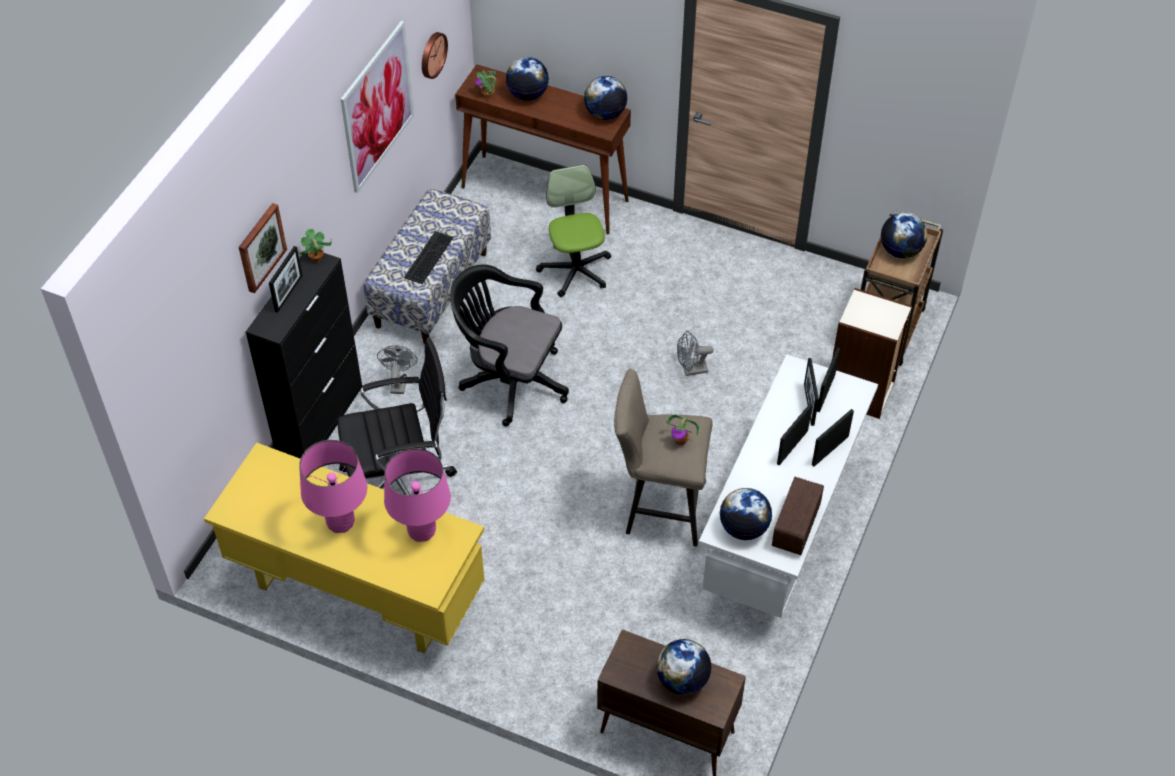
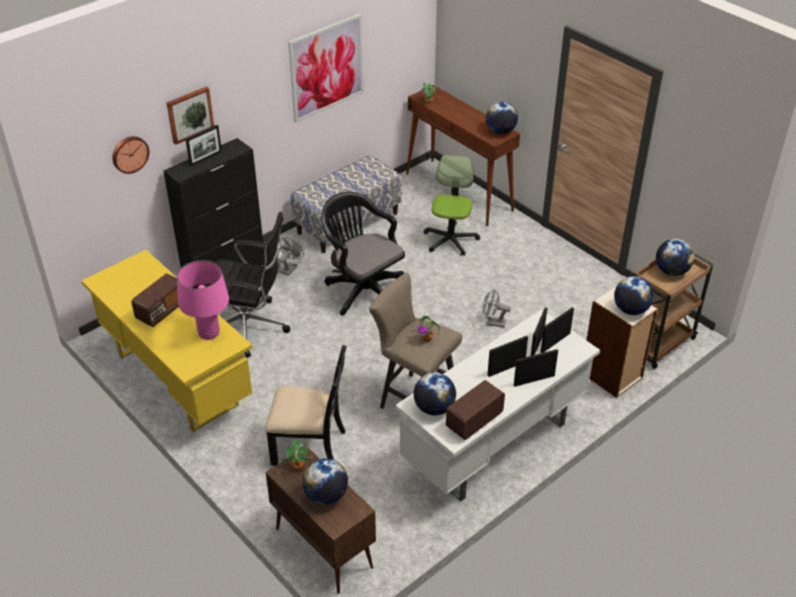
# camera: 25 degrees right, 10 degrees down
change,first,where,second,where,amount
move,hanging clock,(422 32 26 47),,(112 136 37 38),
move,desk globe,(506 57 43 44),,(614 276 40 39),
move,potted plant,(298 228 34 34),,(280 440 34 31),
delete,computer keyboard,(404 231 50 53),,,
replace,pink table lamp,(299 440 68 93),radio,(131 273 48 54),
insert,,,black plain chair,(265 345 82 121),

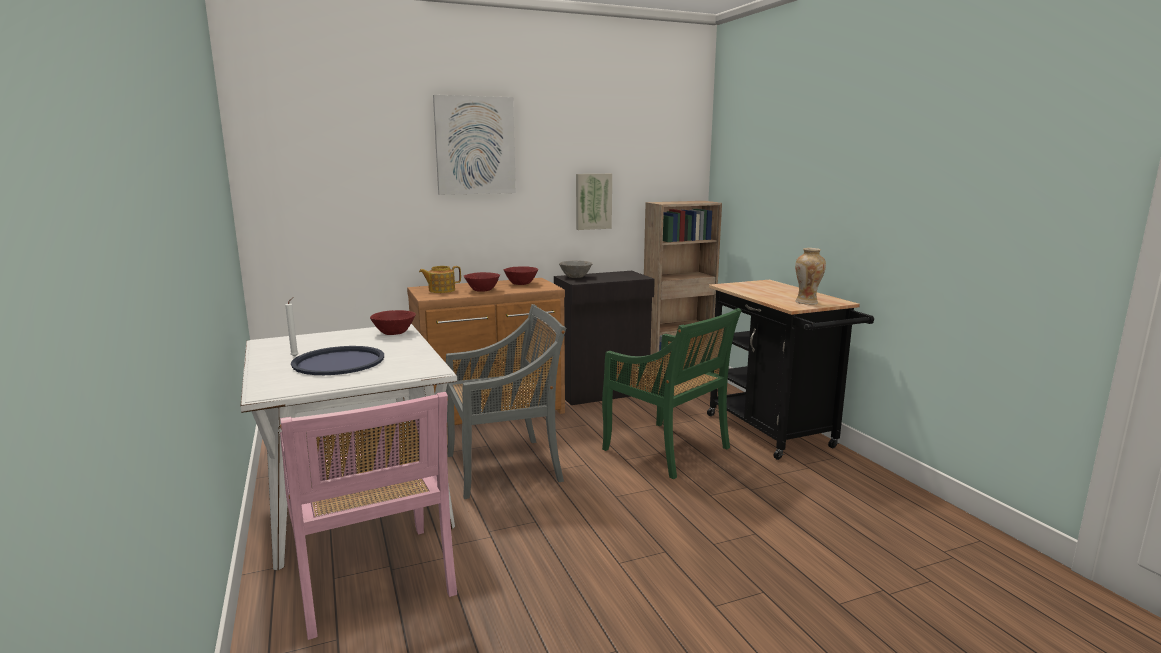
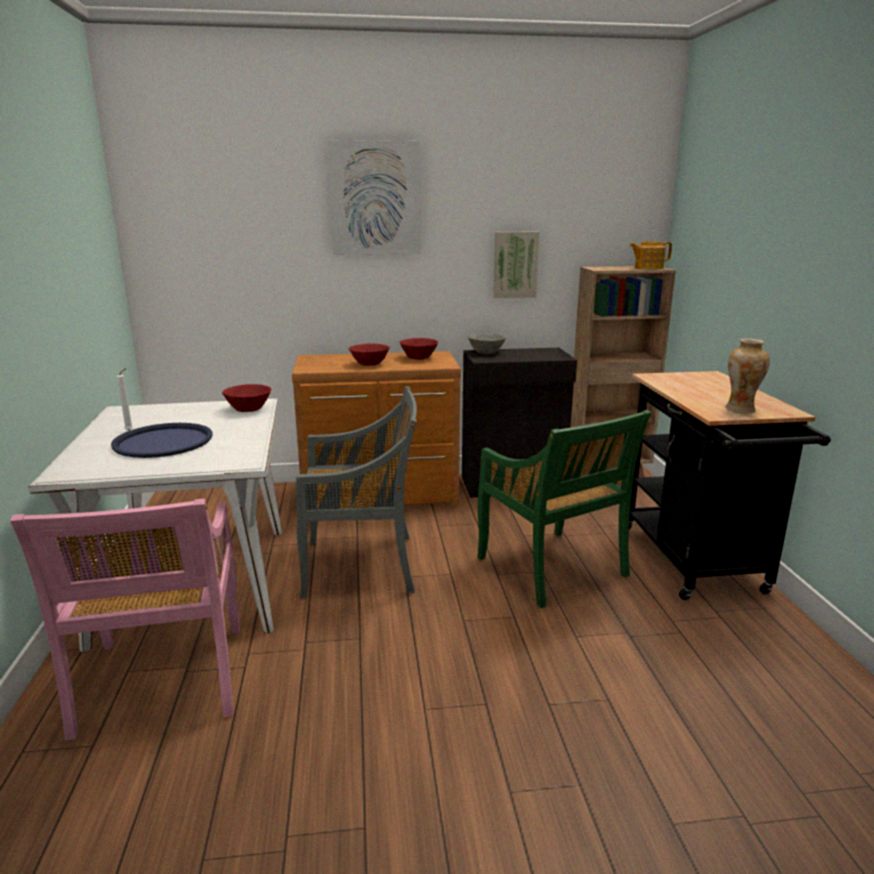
# camera: 15 degrees right, 5 degrees up
change,first,where,second,where,amount
move,teapot,(419 266 42 27),,(629 241 43 28),

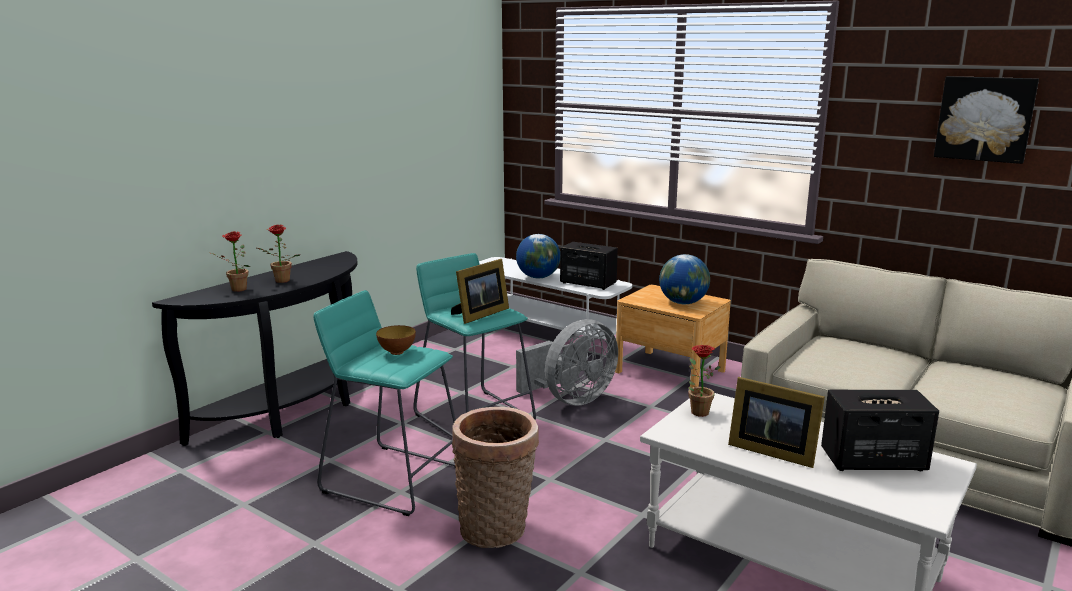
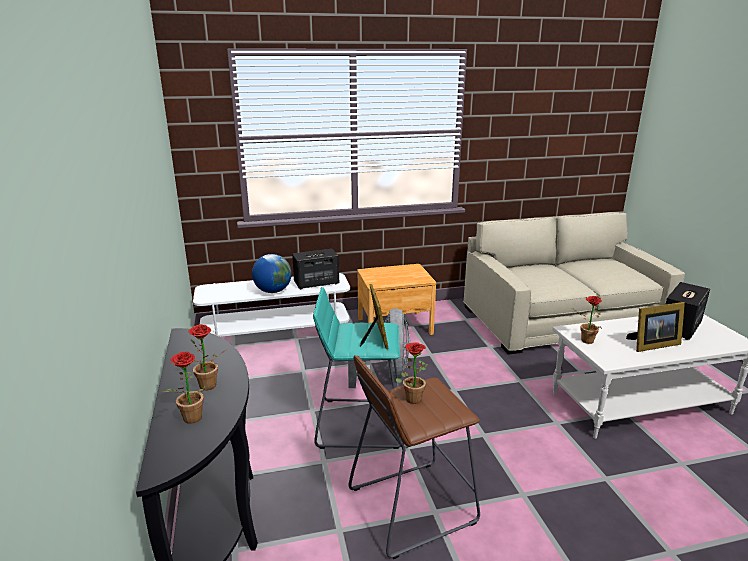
# camera: 50 degrees left, 5 degrees up
change,first,where,second,where,amount
delete,picture,(934 76 105 88),,,
delete,desk globe,(659 254 51 50),,,
recolor,turquoise stool,(313 290 143 226),brown stool,(348 355 132 204),
replace,deep dish,(376 325 40 30),potted plant,(395 343 33 61),
delete,basket,(452 407 87 141),,,

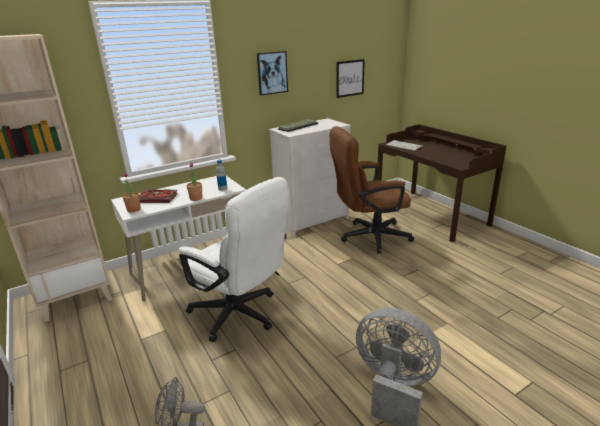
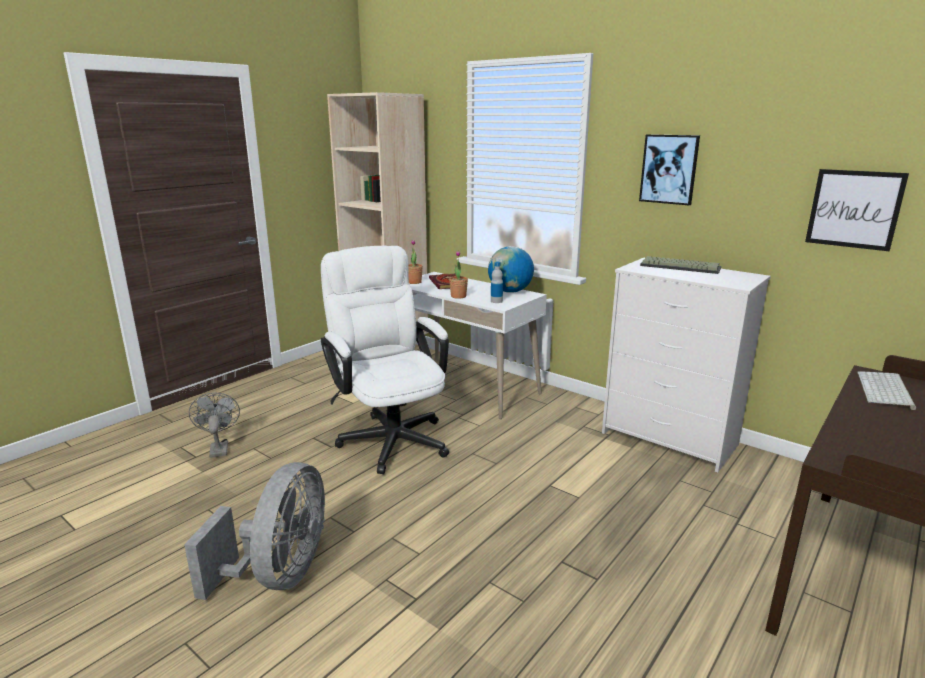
# camera: 70 degrees right, 5 degrees down
change,first,where,second,where,amount
delete,brown office chair,(330 126 84 127),,,
rotate,whitish office chair,(179 177 110 165),,(321 246 128 228),135 degrees clockwise
insert,,,desk globe,(488 246 46 47),

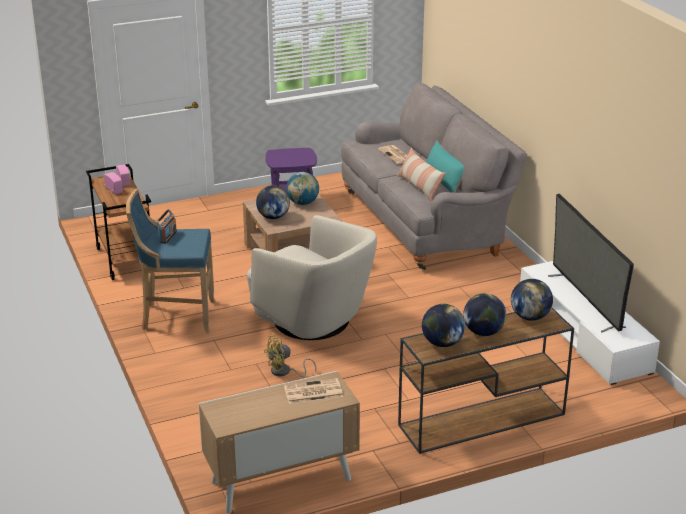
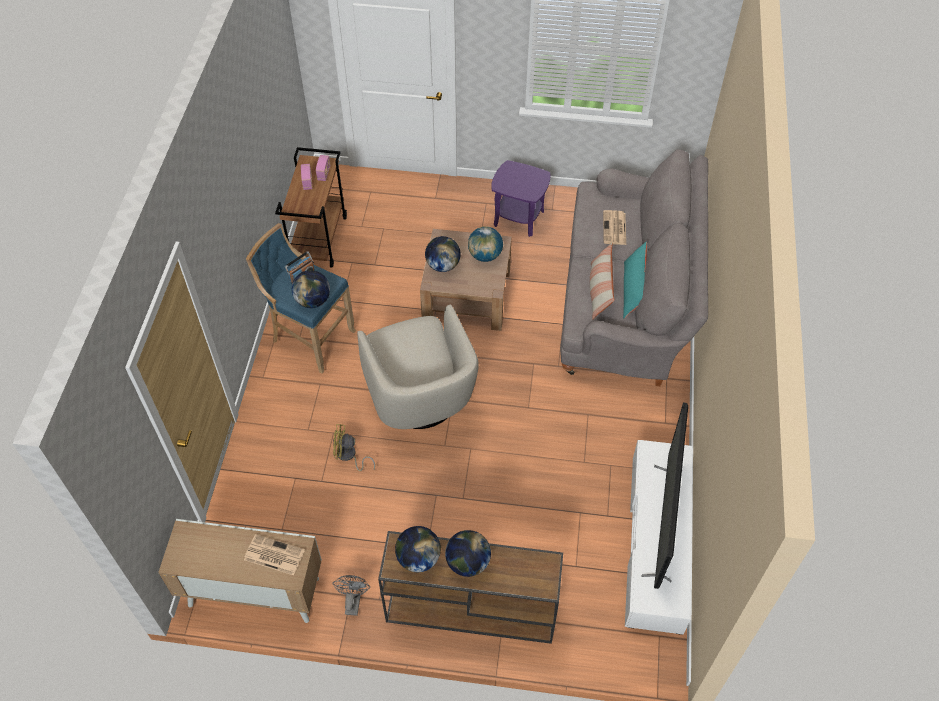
# camera: 30 degrees right, 25 degrees up
change,first,where,second,where,amount
move,desk globe,(511 279 42 42),,(292 270 38 38),
insert,,,gray cooling fan,(332 575 38 41),

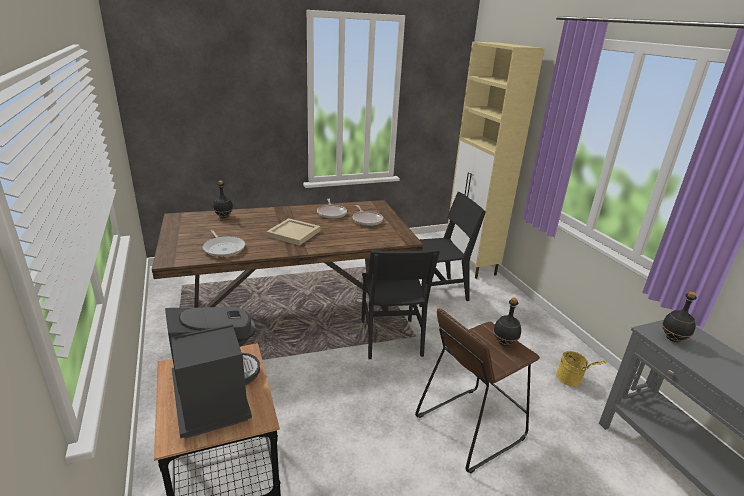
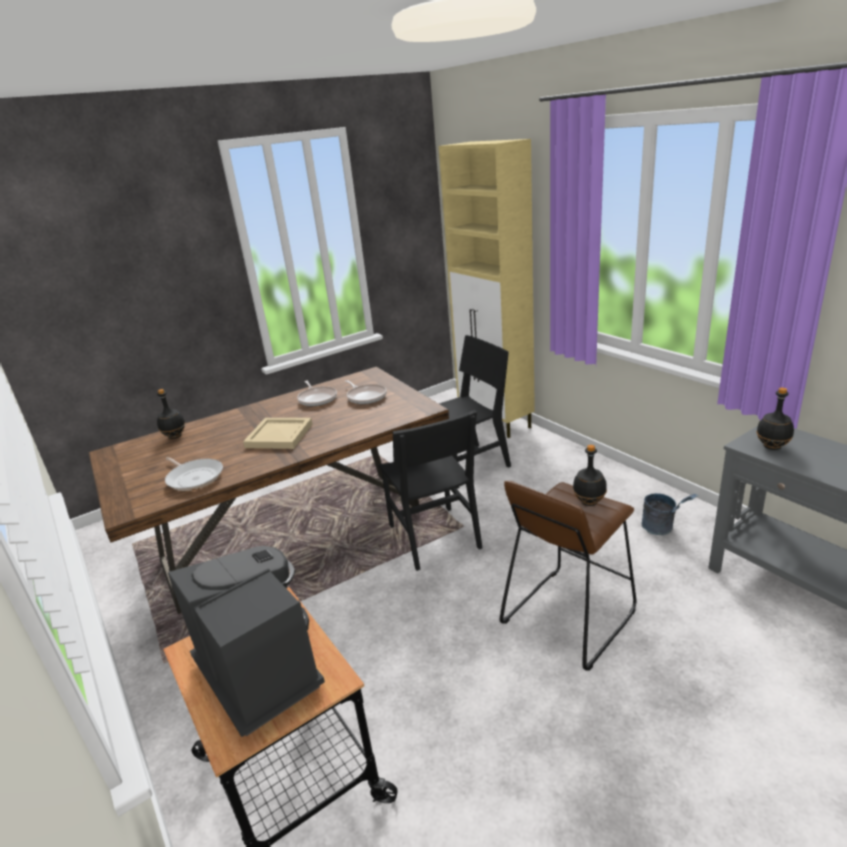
# camera: 10 degrees left, 0 degrees up
change,first,where,second,where,amount
recolor,yellowish bucket,(556 351 51 36),gray bucket,(642 493 56 42),

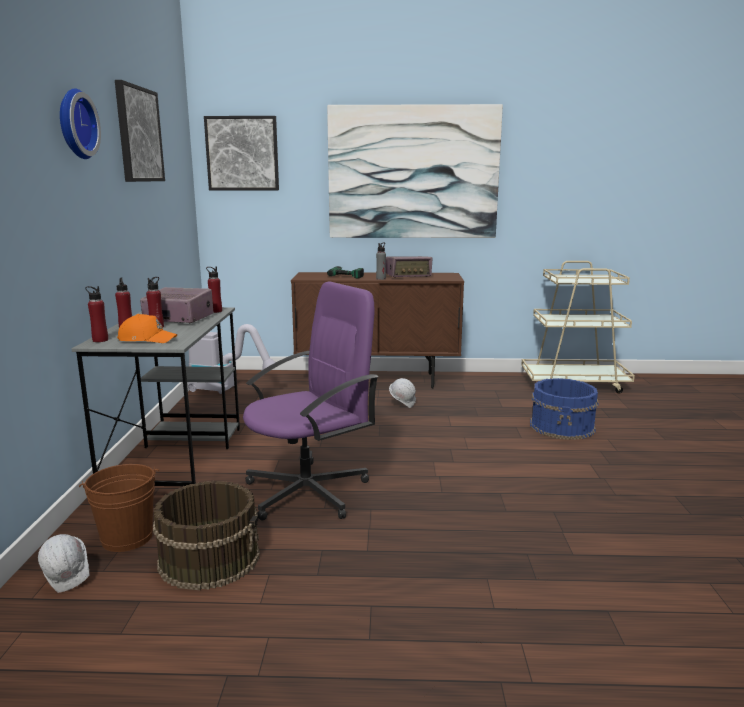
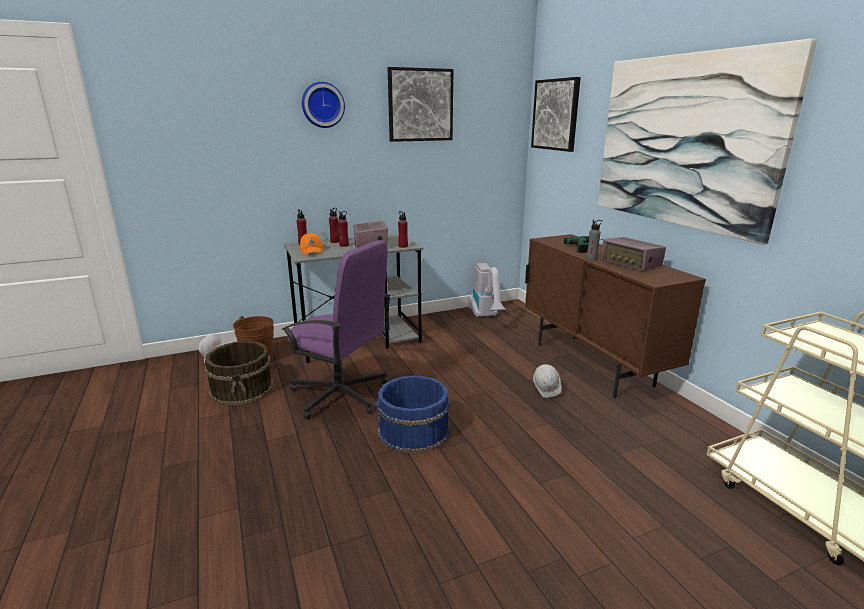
# camera: 65 degrees right, 5 degrees up
change,first,where,second,where,amount
move,blue bucket,(530 378 68 62),,(375 375 75 79),

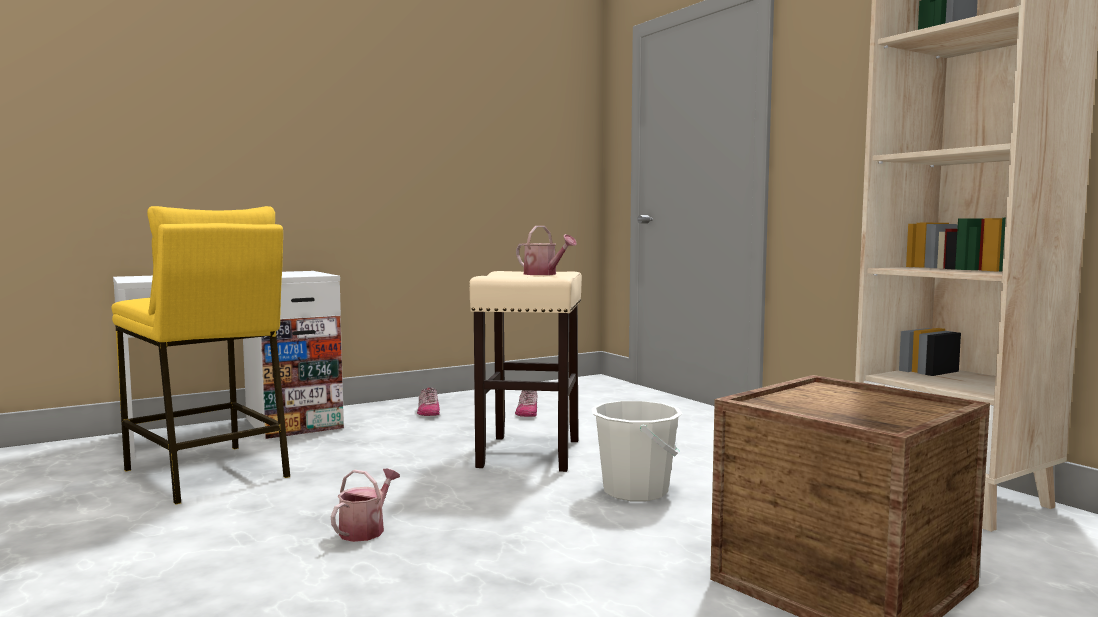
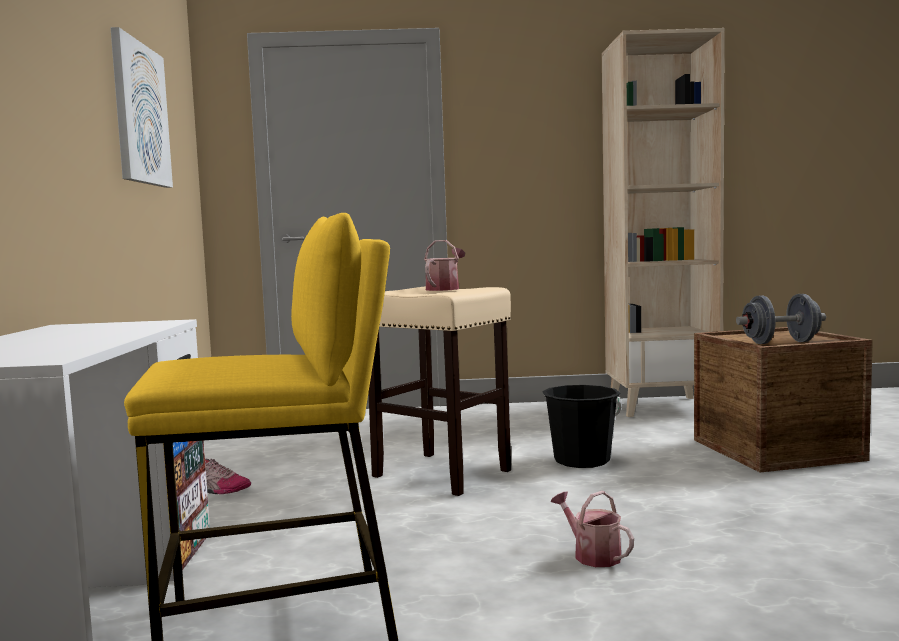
# camera: 60 degrees left, 0 degrees up
change,first,where,second,where,amount
rotate,sprinkling can,(516 226 61 49),,(424 240 41 51),45 degrees counterclockwise
delete,shoe,(515 390 22 27),,,
recolor,whitish bucket,(592 401 90 100),black bucket,(542 385 80 83),
insert,,,picture,(110 27 63 161),
insert,,,gray dumbbell,(736 294 90 50),

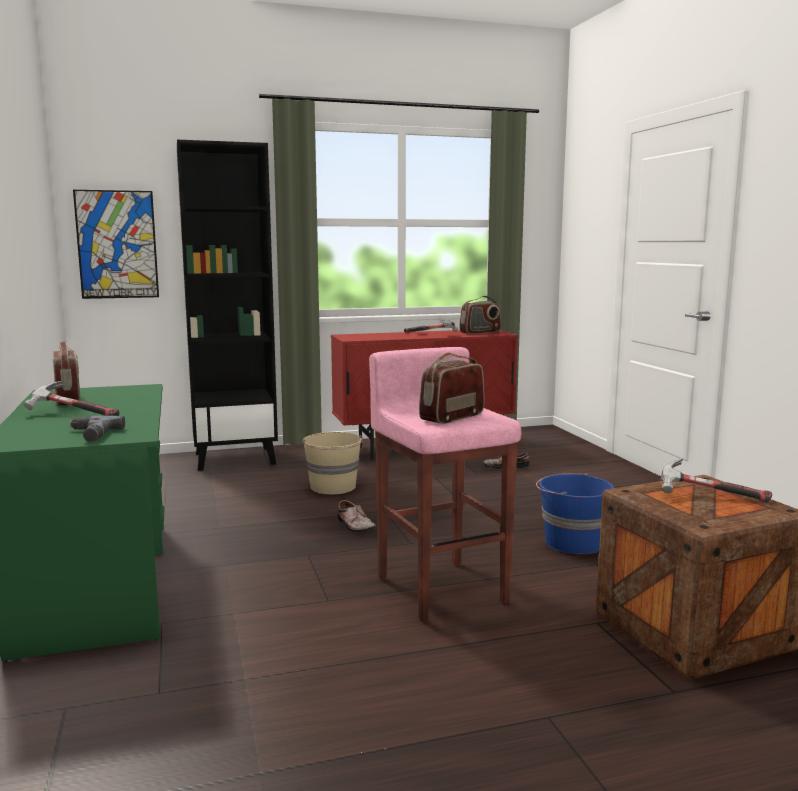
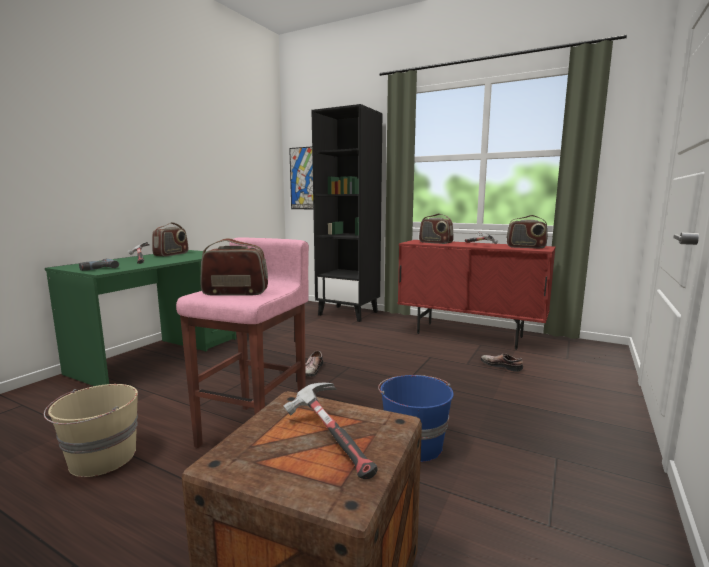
# camera: 45 degrees right, 0 degrees up
change,first,where,second,where,amount
move,beige bucket,(302 432 61 63),,(44 384 94 93),
insert,,,radio,(419 213 35 31),

